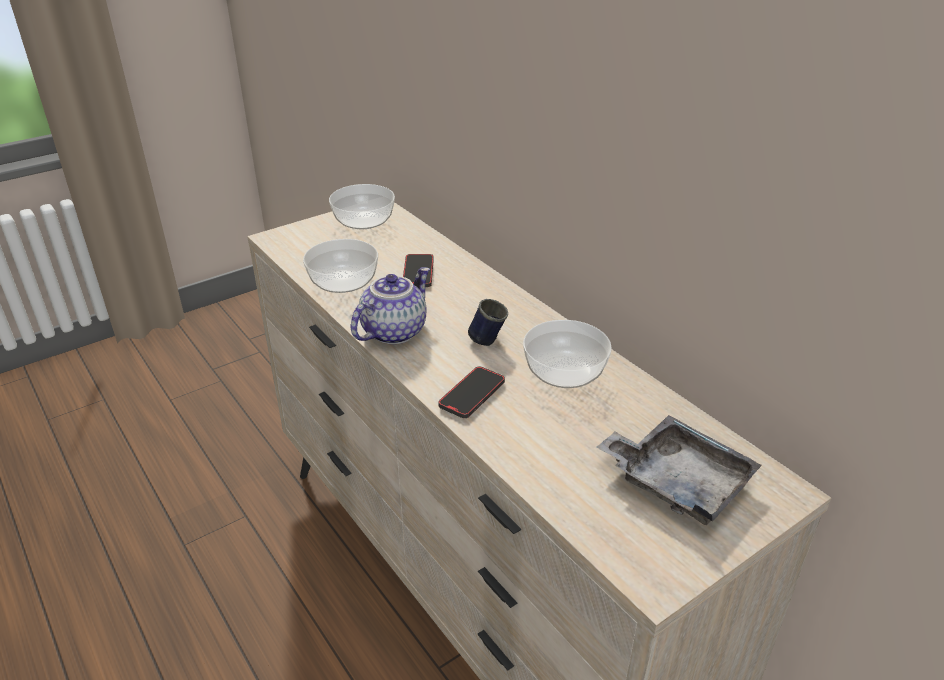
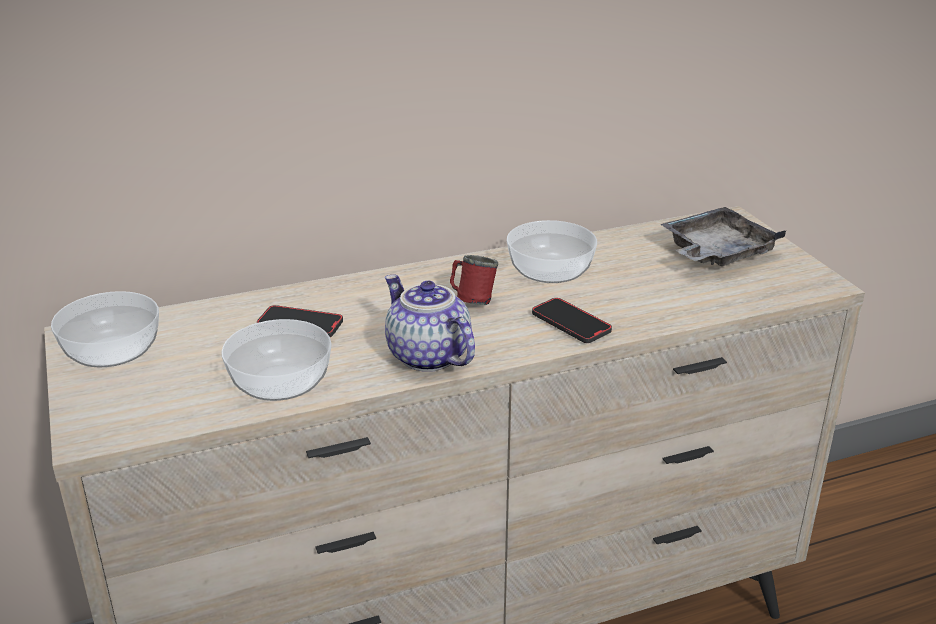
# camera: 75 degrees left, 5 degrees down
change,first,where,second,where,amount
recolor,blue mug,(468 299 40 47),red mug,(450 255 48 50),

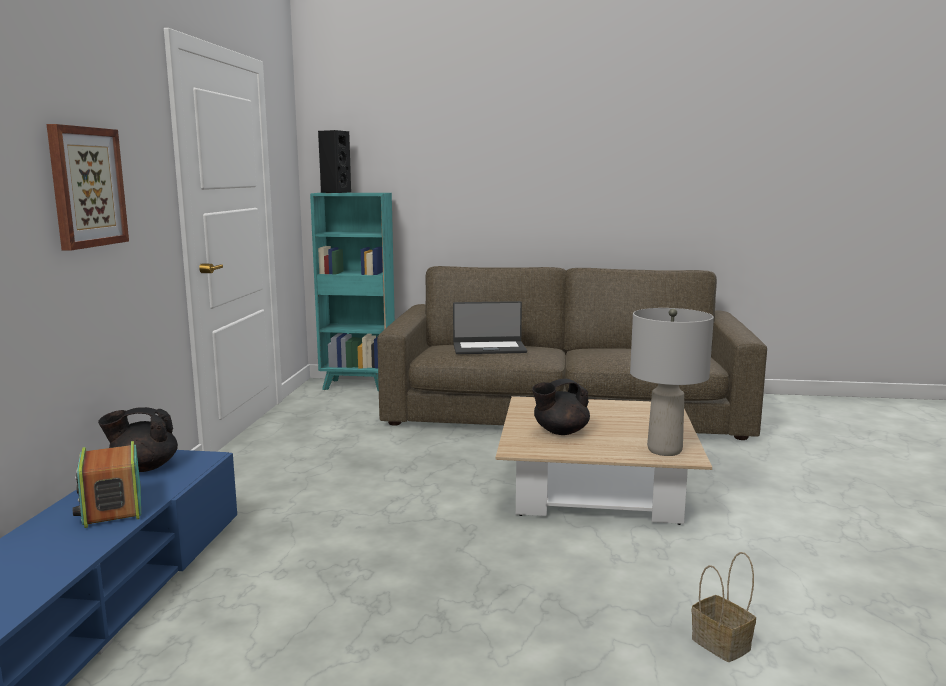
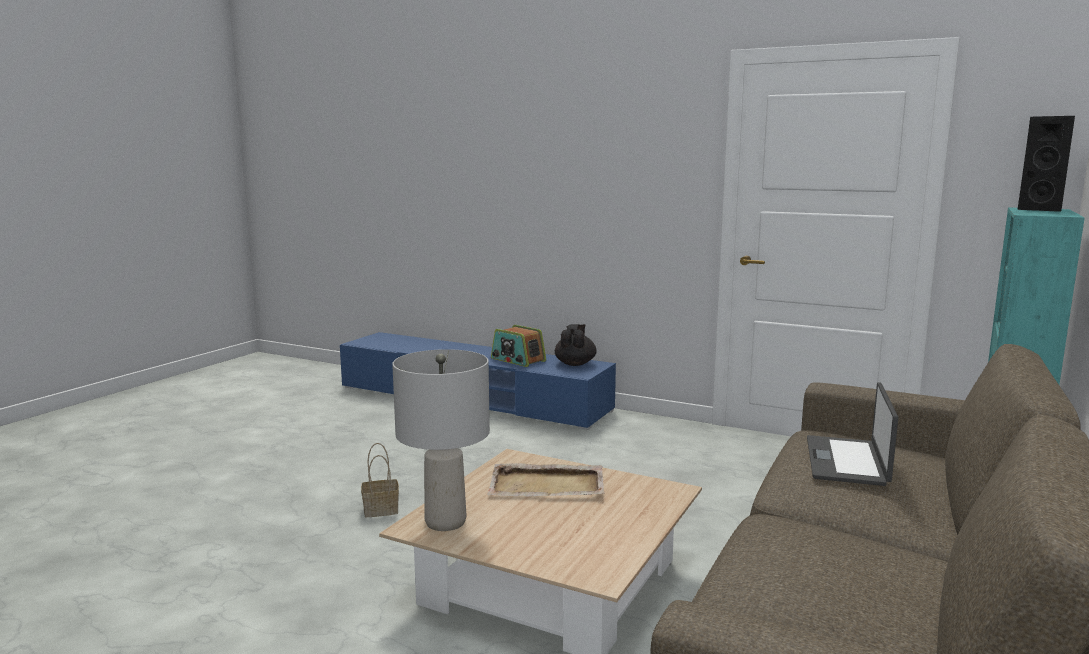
# camera: 110 degrees right, 0 degrees up
change,first,where,second,where,amount
delete,picture,(47 124 82 127),,,
replace,black teapot,(532 379 58 56),beige carrying tray,(487 463 117 34),
rotate,radio,(73 441 68 87),,(491 325 55 42),135 degrees counterclockwise
move,basket,(692 552 64 110),,(361 443 38 74),

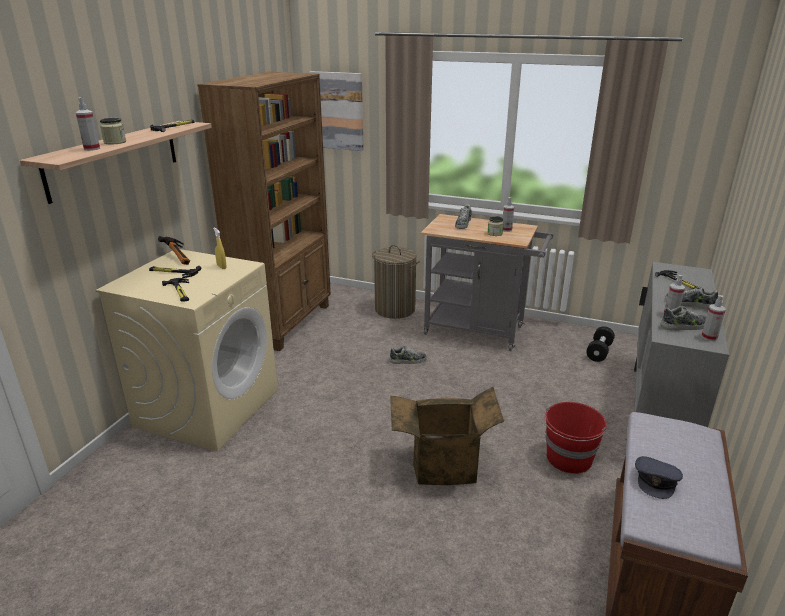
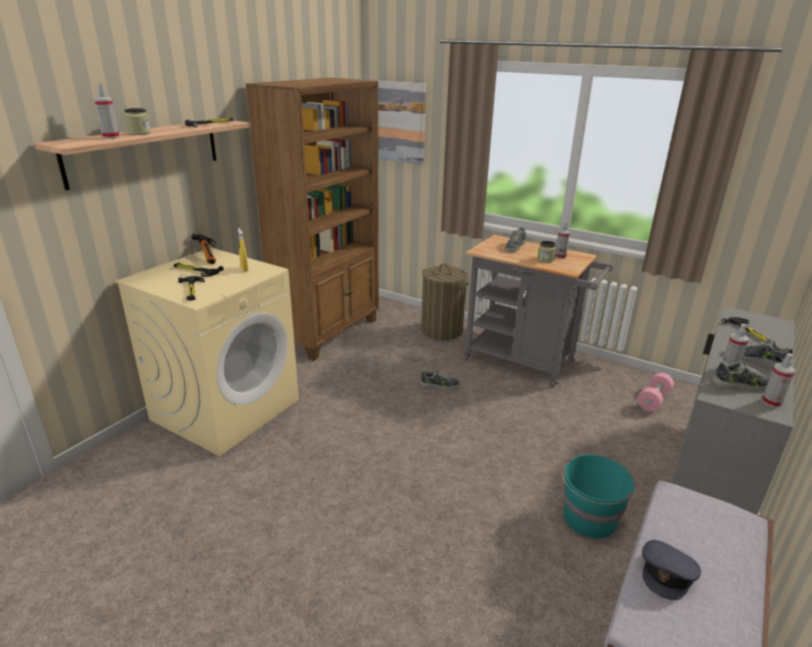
# camera: 10 degrees right, 0 degrees up
change,first,where,second,where,amount
recolor,black dumbbell,(586 326 29 36),pink dumbbell,(637 373 37 39),
delete,packing box,(390 387 114 98),,,
recolor,red bucket,(544 402 63 72),turquoise bucket,(562 454 73 85),

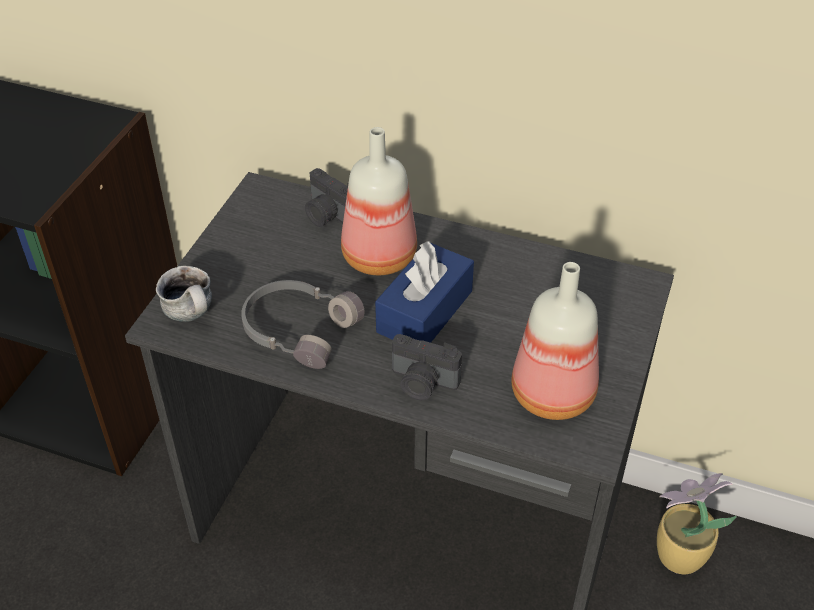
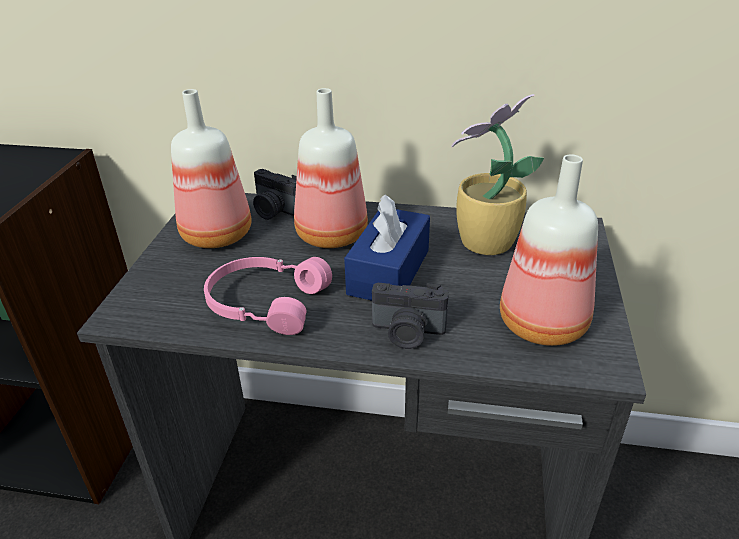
# camera: 10 degrees left, 10 degrees down
change,first,where,second,where,amount
delete,mug,(156 266 56 56),,,
recolor,gray pair of headphones,(241 280 124 89),pink pair of headphones,(204 257 128 78),
move,potted plant,(657 473 80 101),,(451 94 93 161),
insert,,,drink bottle,(171 89 80 159),

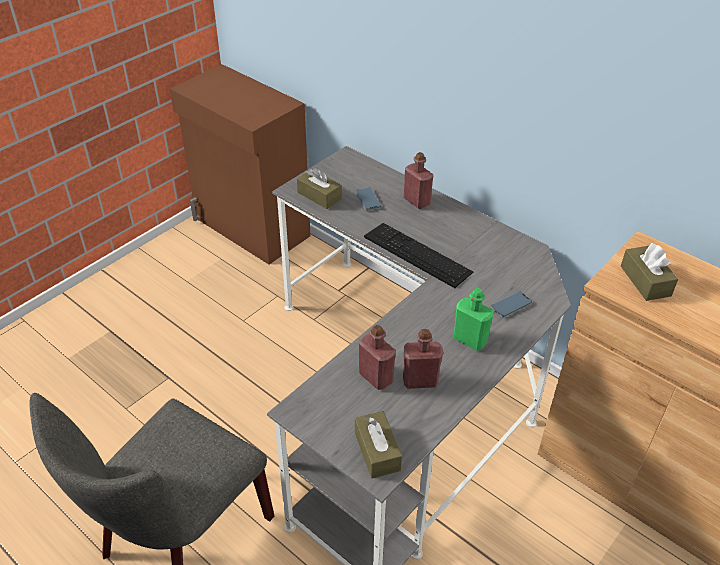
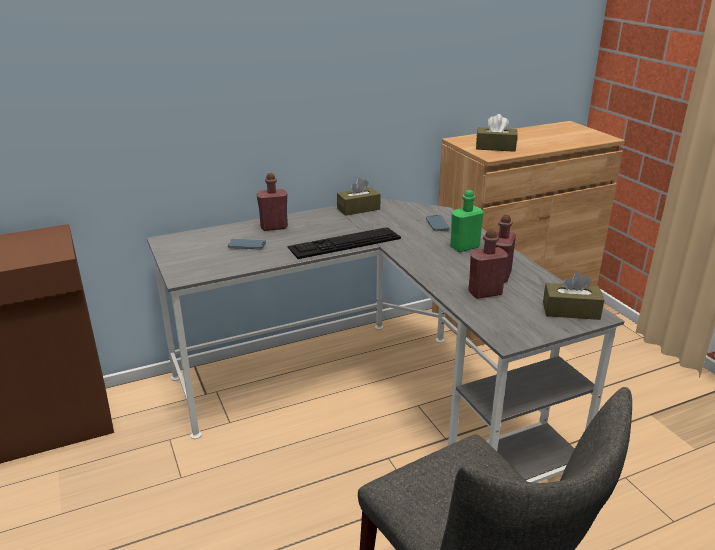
# camera: 65 degrees left, 15 degrees down
change,first,where,second,where,amount
move,brown tissue box,(297 167 45 42),,(337 178 44 38),

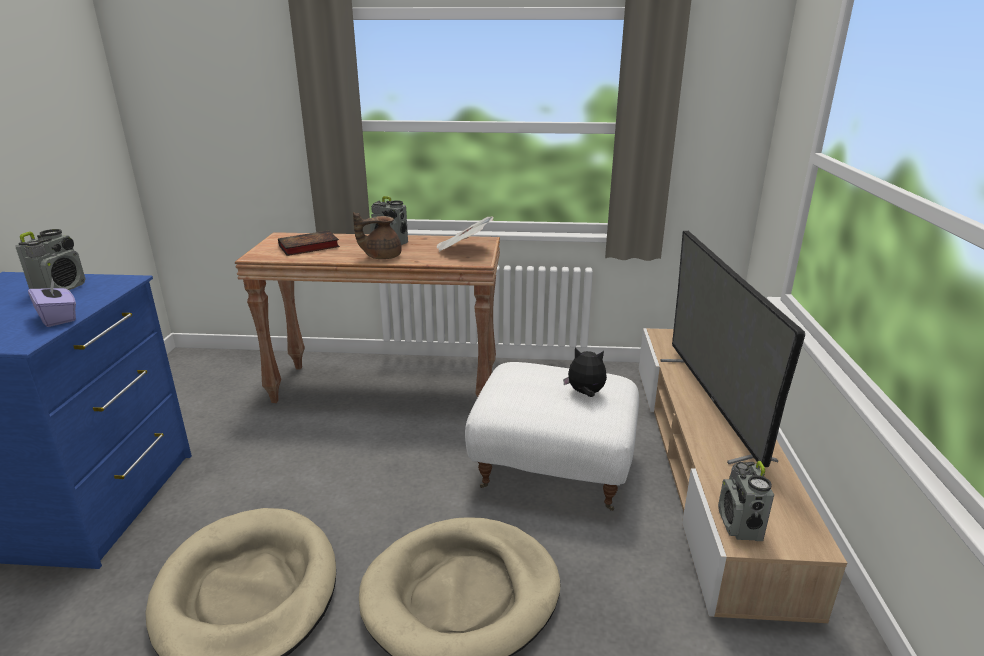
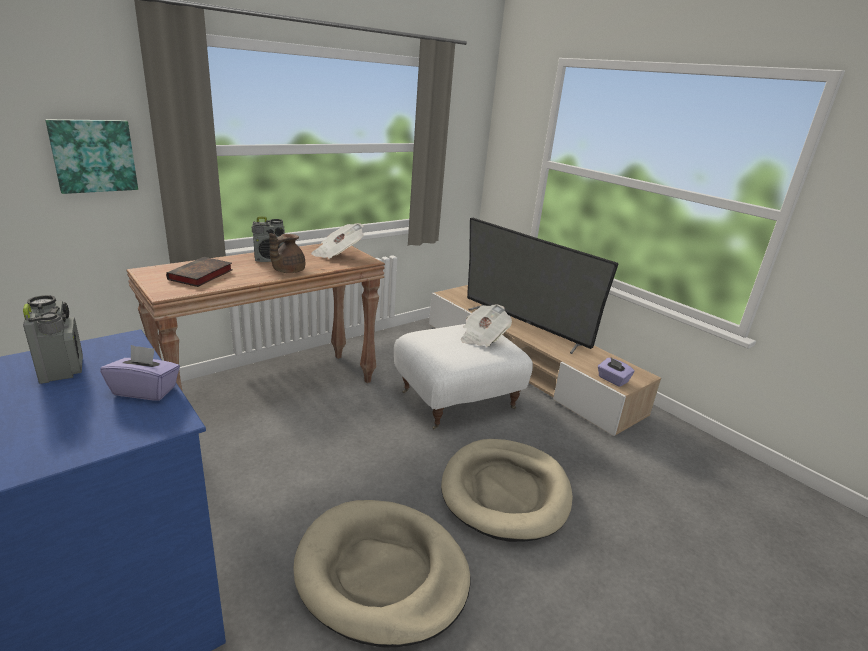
# camera: 45 degrees left, 0 degrees up
change,first,where,second,where,amount
replace,soft toy,(563 348 44 49),daily paper,(461 305 51 41),
replace,radio,(718 461 56 80),purplish tissue box,(598 358 37 29),
insert,,,picture,(45 119 93 75),

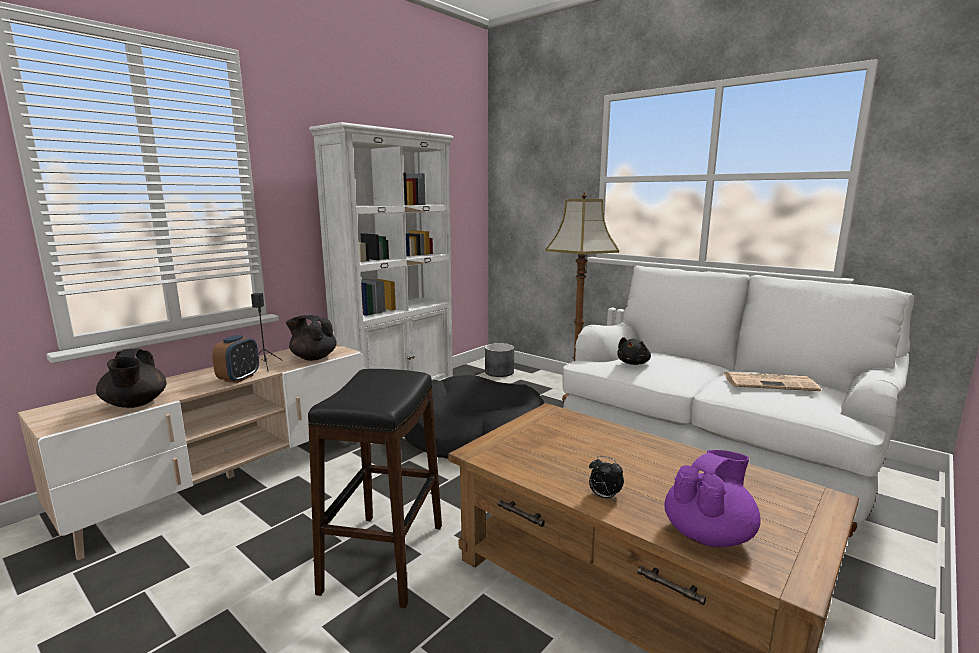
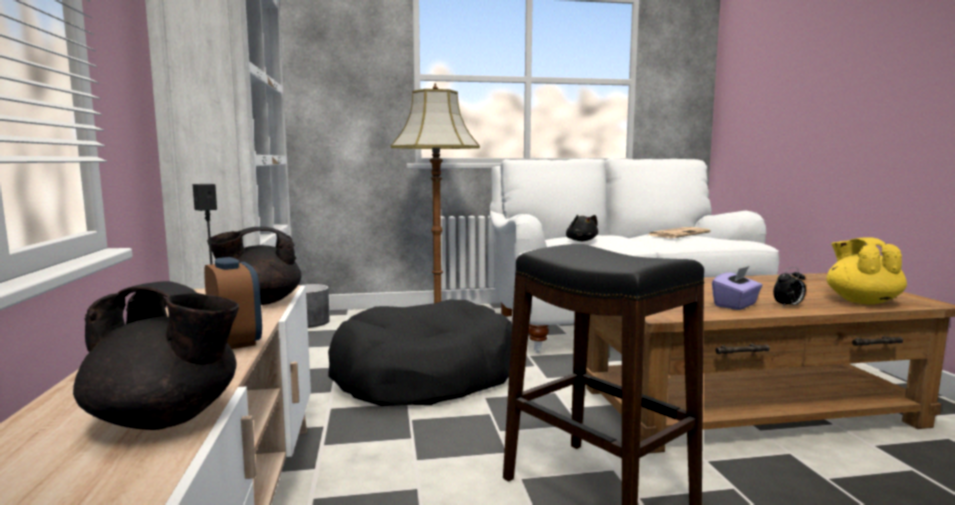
# camera: 50 degrees left, 5 degrees down
change,first,where,second,where,amount
recolor,purplish teapot,(664 450 97 97),yellowish teapot,(826 237 81 67),
insert,,,purplish tissue box,(712 266 50 44),

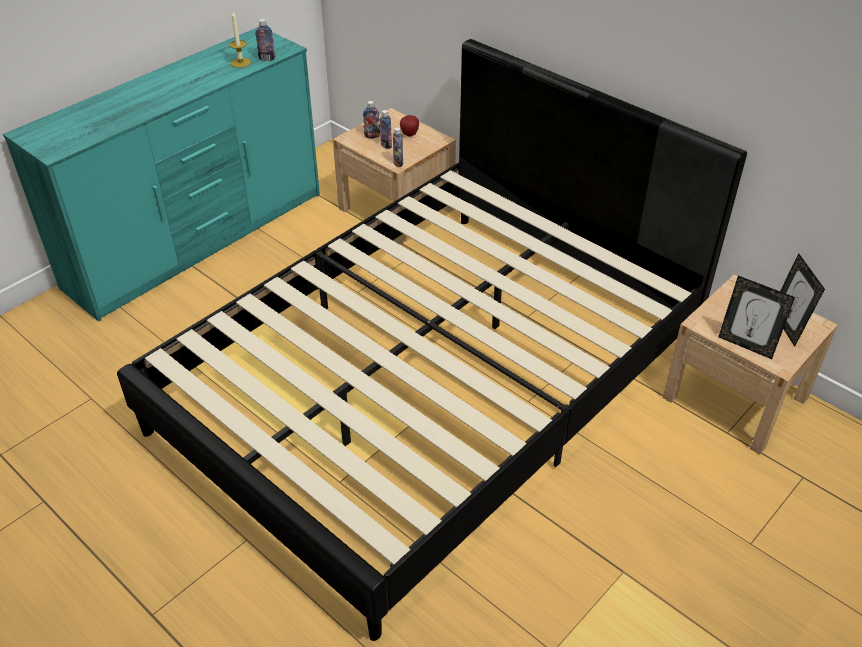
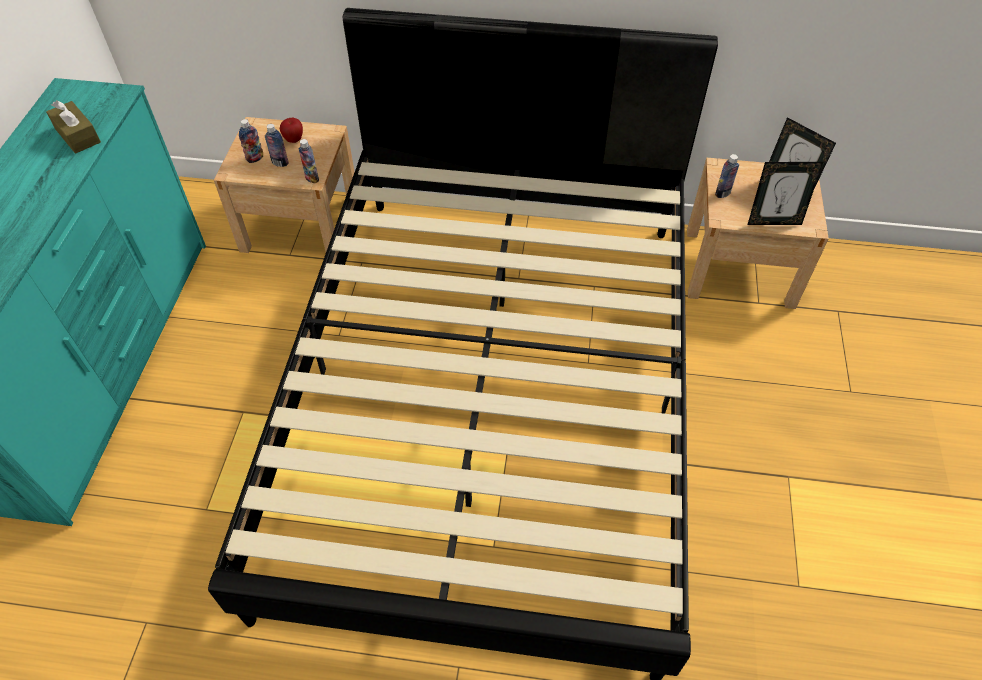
# camera: 35 degrees left, 10 degrees up
change,first,where,second,where,amount
replace,wax light,(229 11 22 57),brown tissue box,(46 100 55 54),
move,drink bottle,(255 19 20 42),,(715 154 24 44),

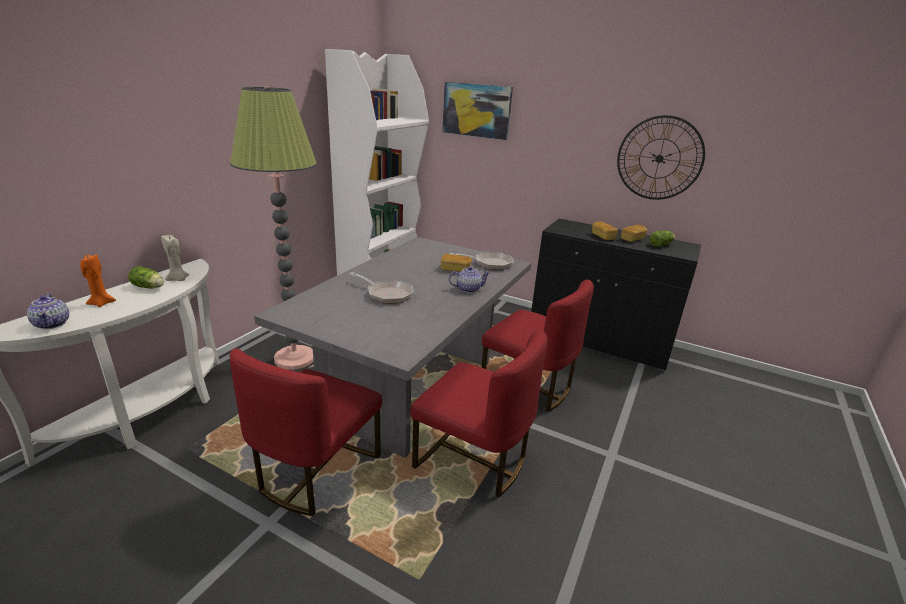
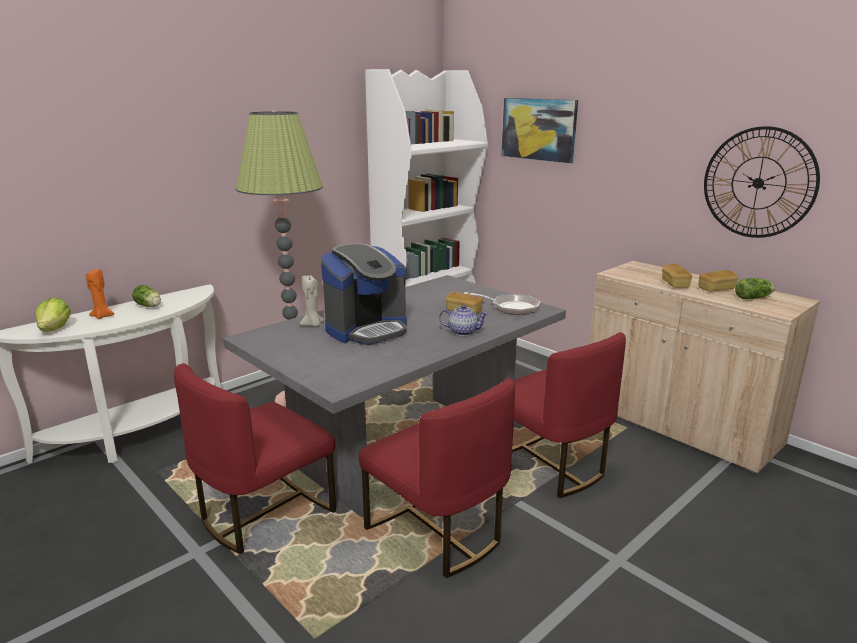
# camera: 20 degrees right, 5 degrees down
change,first,where,second,where,amount
recolor,black cabinet,(531 219 170 152),beige cabinet,(589 261 231 213),
move,beige wax light,(161 235 29 46),,(300 274 24 52),
replace,skillet,(350 272 64 32),coffee machine,(321 243 86 102),
replace,teapot,(27 294 42 35),head of lettuce,(36 298 35 34),

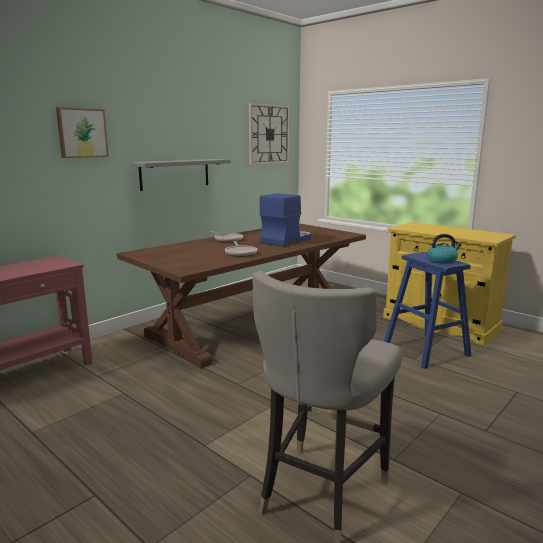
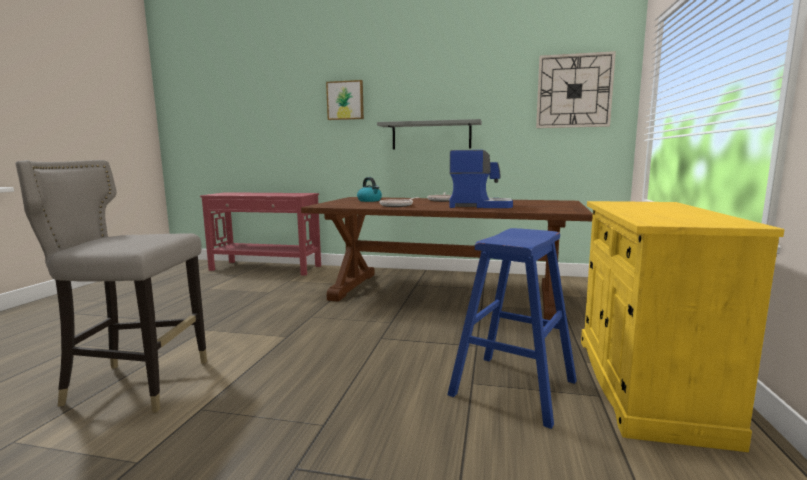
# camera: 60 degrees right, 5 degrees down
change,first,where,second,where,amount
move,tea kettle,(427 234 35 30),,(357 177 25 25),

